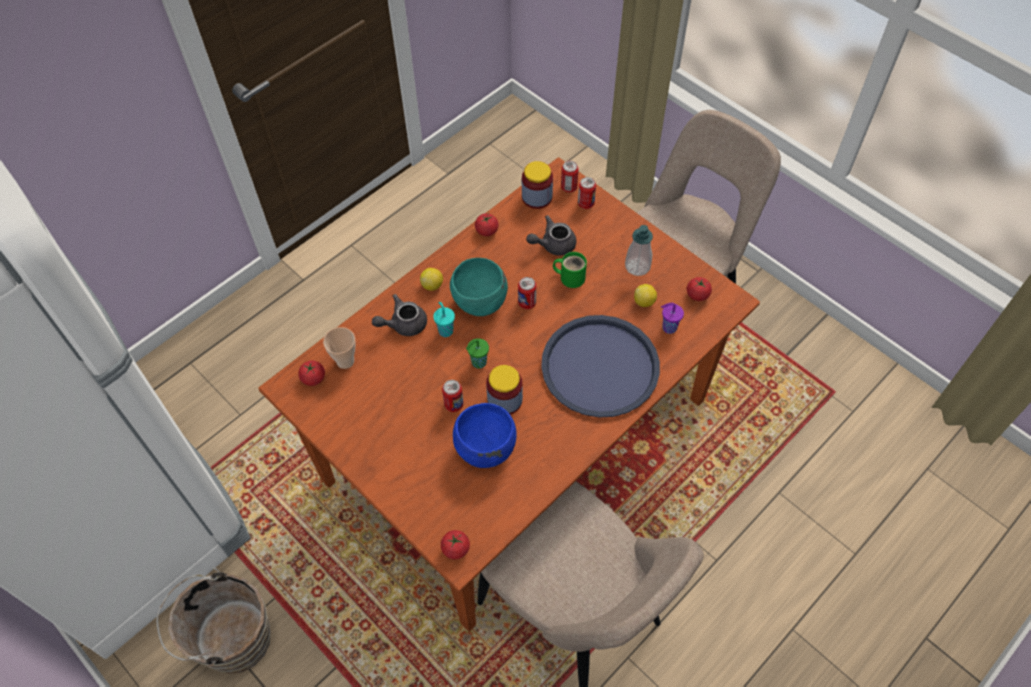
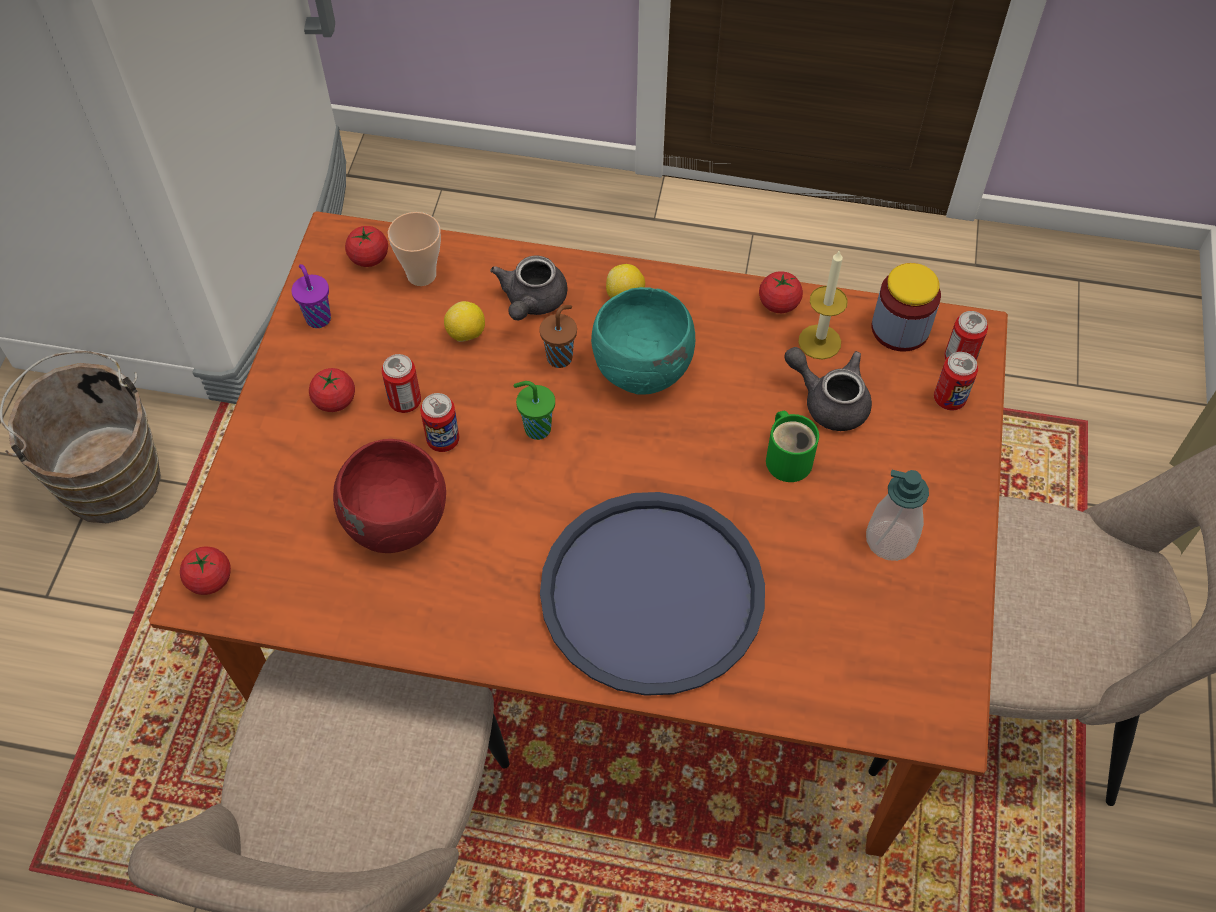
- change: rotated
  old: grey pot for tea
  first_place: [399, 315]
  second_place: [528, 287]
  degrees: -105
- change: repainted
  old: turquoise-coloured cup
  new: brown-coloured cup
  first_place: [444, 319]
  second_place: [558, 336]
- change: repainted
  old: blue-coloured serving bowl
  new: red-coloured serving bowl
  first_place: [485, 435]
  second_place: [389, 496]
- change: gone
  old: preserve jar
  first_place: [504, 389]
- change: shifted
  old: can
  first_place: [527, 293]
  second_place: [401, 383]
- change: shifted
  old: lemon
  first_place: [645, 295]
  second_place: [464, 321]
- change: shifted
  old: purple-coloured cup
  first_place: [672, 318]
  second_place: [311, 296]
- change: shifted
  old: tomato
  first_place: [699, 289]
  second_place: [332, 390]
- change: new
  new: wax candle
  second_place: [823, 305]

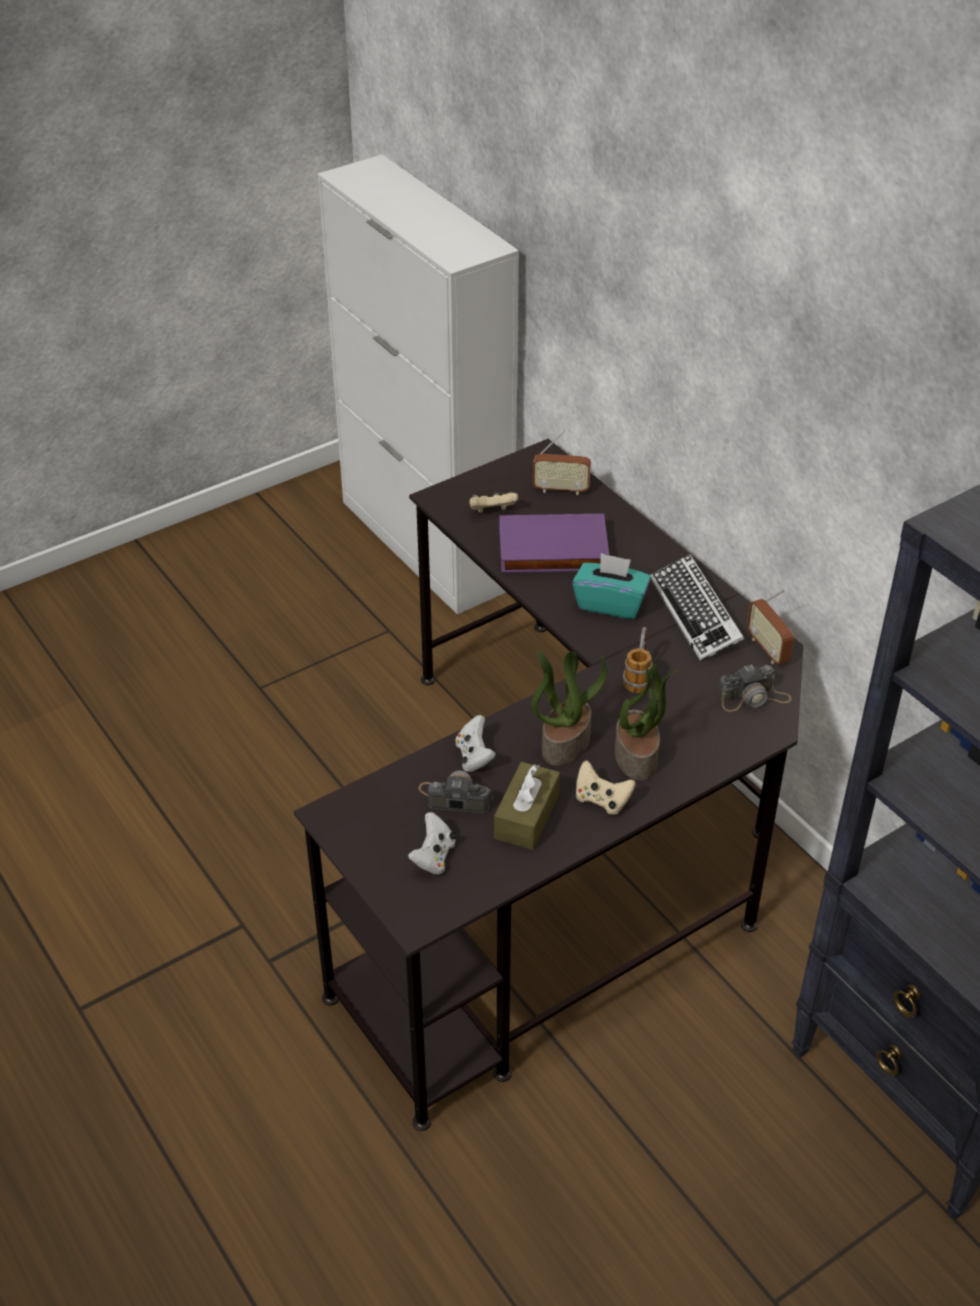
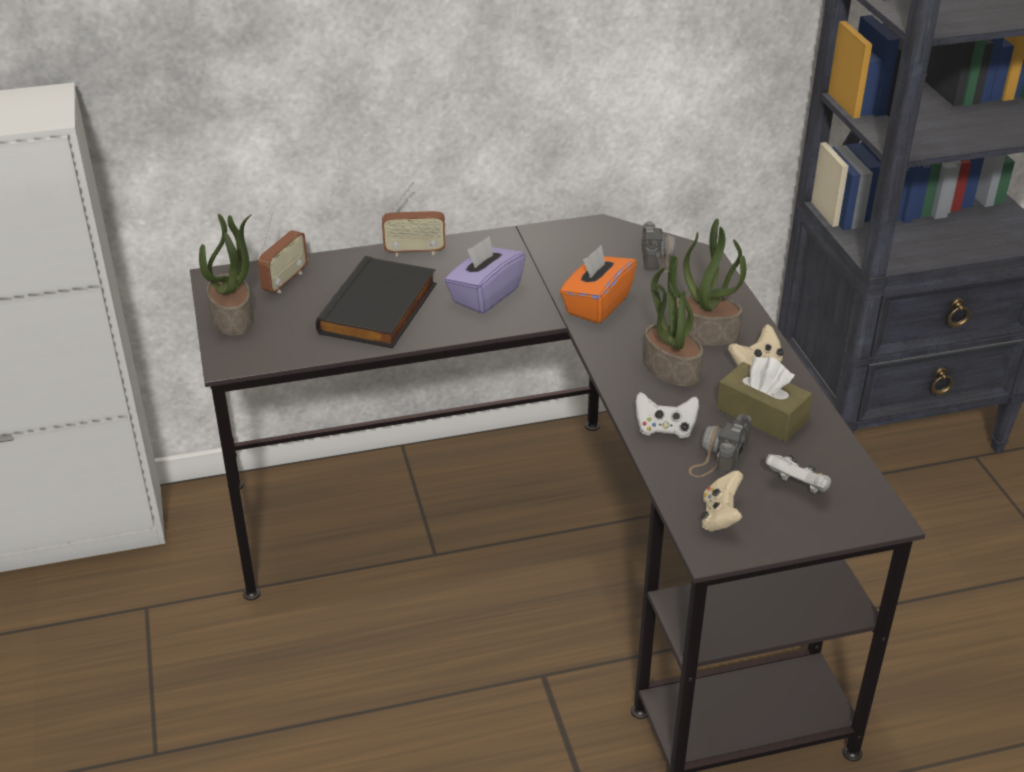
- change: shifted
  old: beige game controller
  first_place: [493, 502]
  second_place: [722, 501]
- change: repainted
  old: purple-coloured bound book
  new: black-coloured bound book
  first_place: [554, 543]
  second_place: [376, 302]
- change: repainted
  old: turquoise-coloured box of tissues
  new: purple-coloured box of tissues
  first_place: [611, 586]
  second_place: [485, 275]
- change: swapped
  old: mug
  new: orange-coloured box of tissues
  first_place: [638, 660]
  second_place: [598, 284]
- change: gone
  old: PC keyboard
  first_place: [697, 608]
- change: shifted
  old: radio receiver
  first_place: [770, 627]
  second_place: [414, 219]
- change: new
  new: plant in a pot
  second_place: [226, 275]

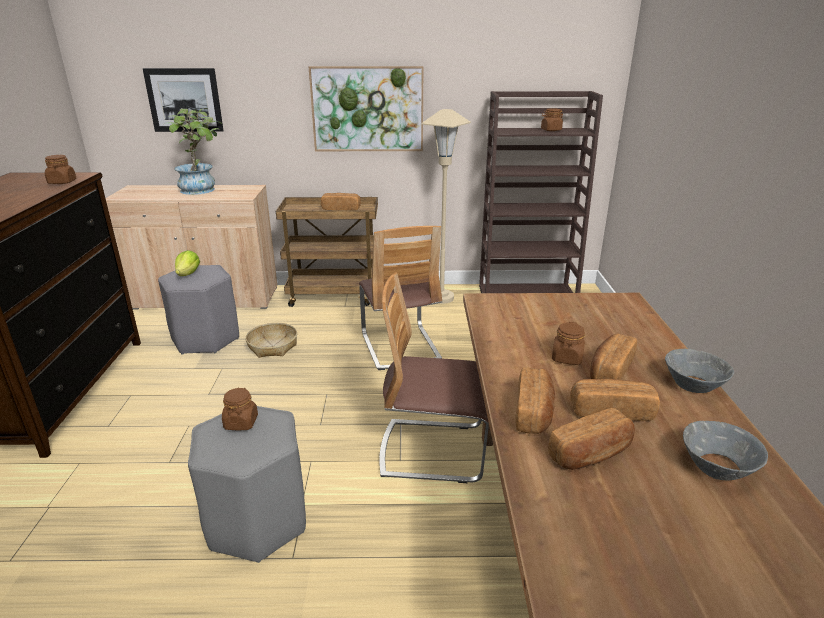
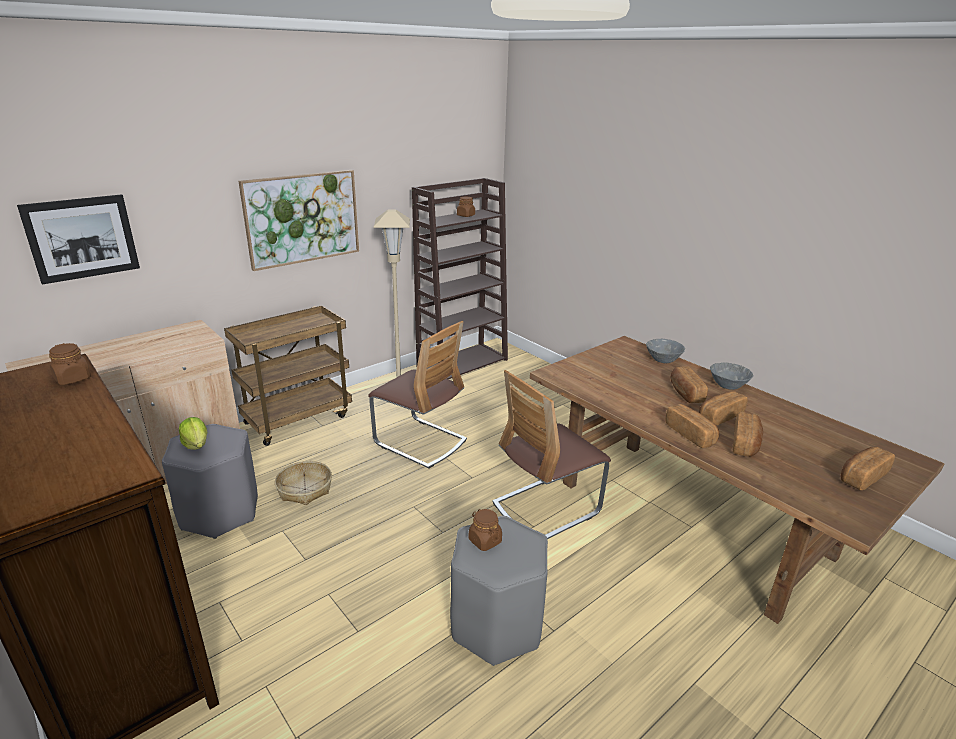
- change: gone
  old: plant in a pot
  first_place: [193, 151]
- change: shifted
  old: bread
  first_place: [341, 201]
  second_place: [867, 468]
- change: gone
  old: brown-coloured preserve jar
  first_place: [568, 343]
- change: shifted
  old: grey serving bowl
  first_place: [725, 451]
  second_place: [665, 351]

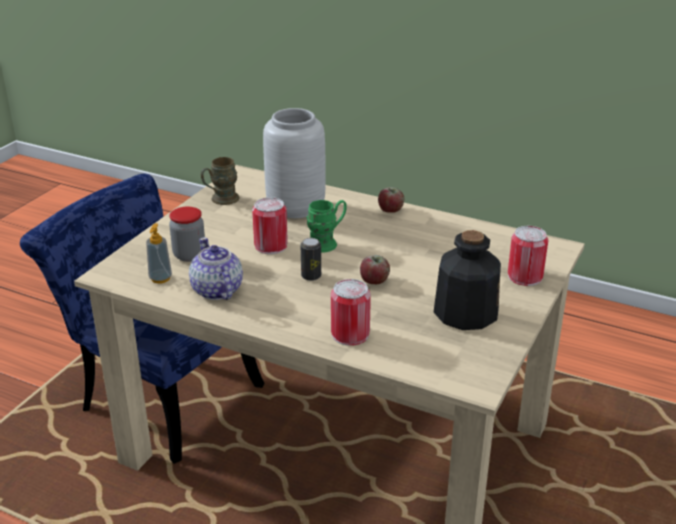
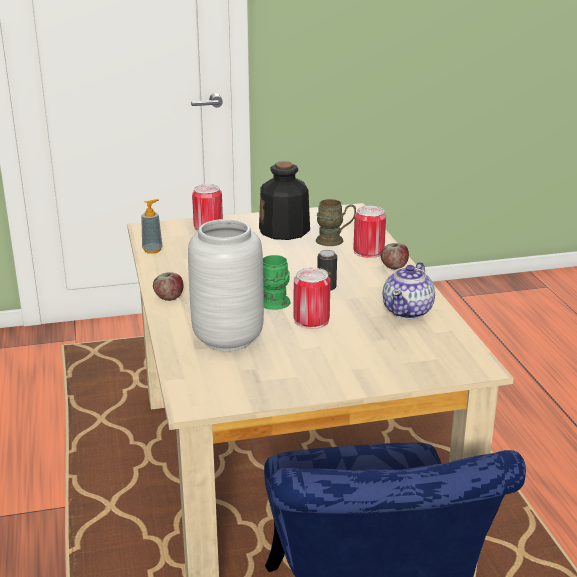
- change: shifted
  old: soap bottle
  first_place: [159, 253]
  second_place: [151, 226]
- change: gone
  old: preserve jar
  first_place: [187, 234]
- change: shifted
  old: brown-coloured mug
  first_place: [220, 181]
  second_place: [336, 222]
- change: shifted
  old: whole apple
  first_place: [375, 269]
  second_place: [395, 256]

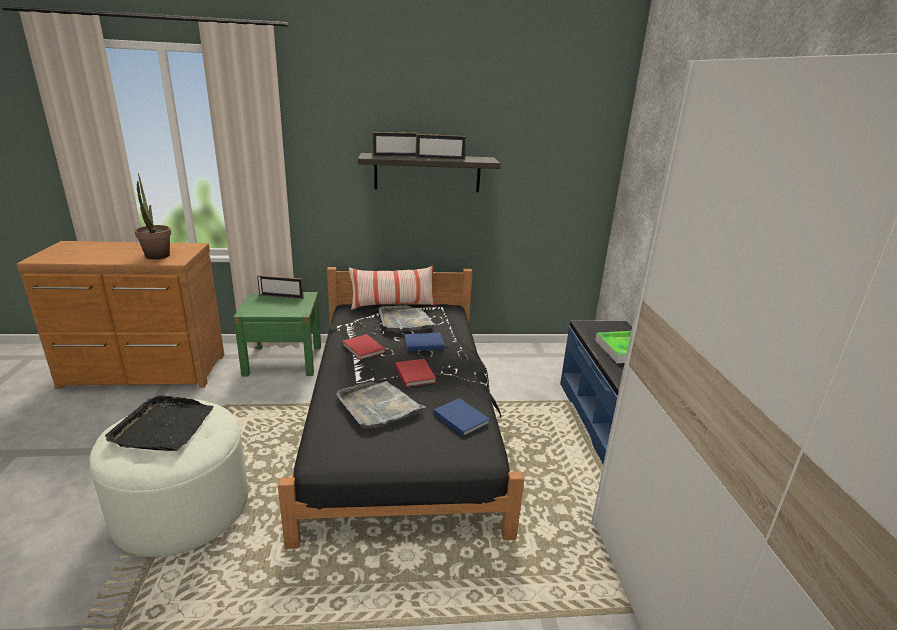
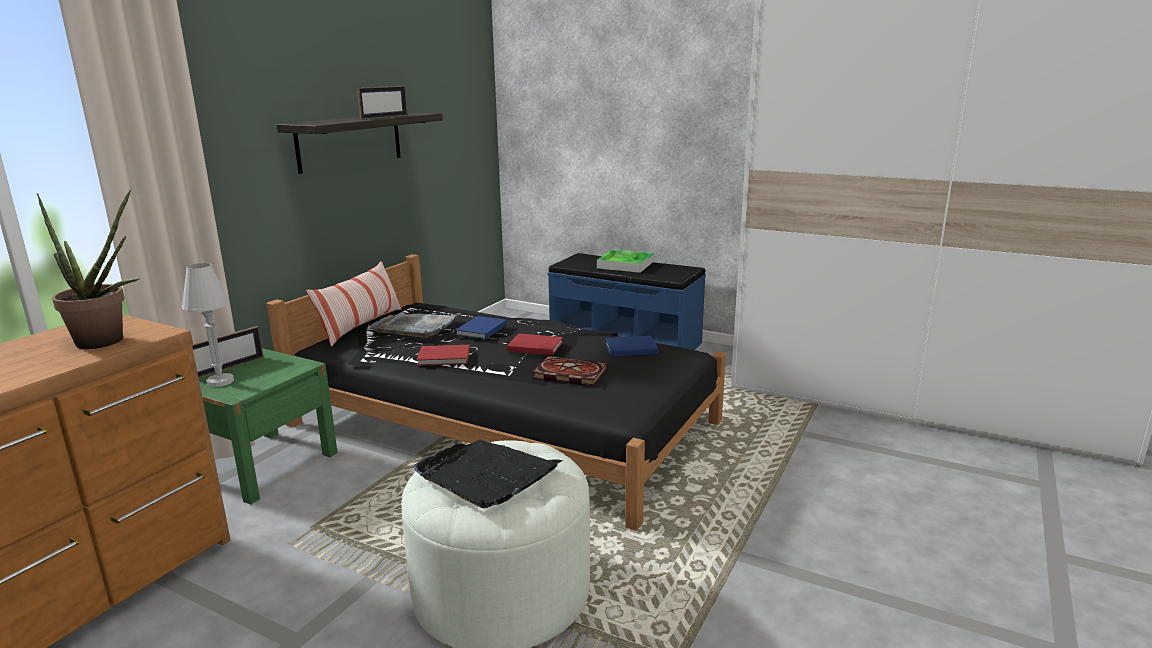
- change: swapped
  old: grey carrying tray
  new: bound book
  first_place: [380, 404]
  second_place: [570, 371]
- change: gone
  old: picture frame
  first_place: [397, 144]
- change: new
  new: white-coloured table lamp
  second_place: [208, 325]

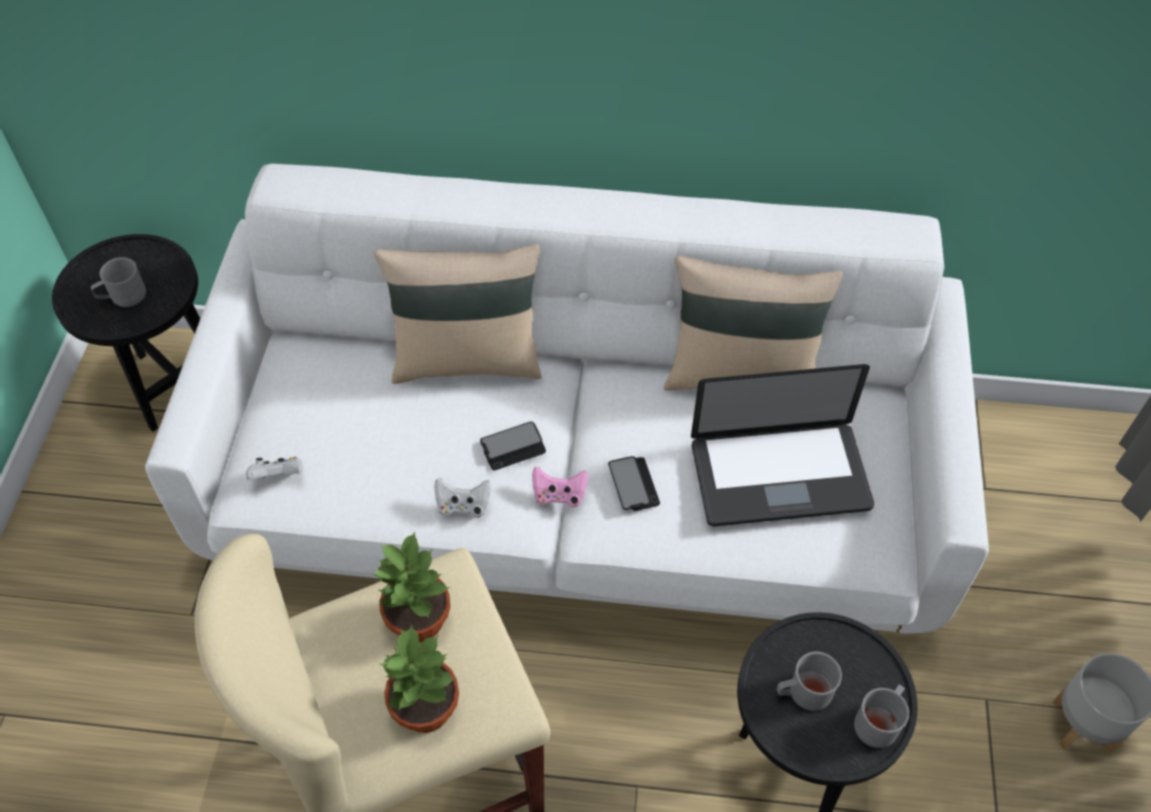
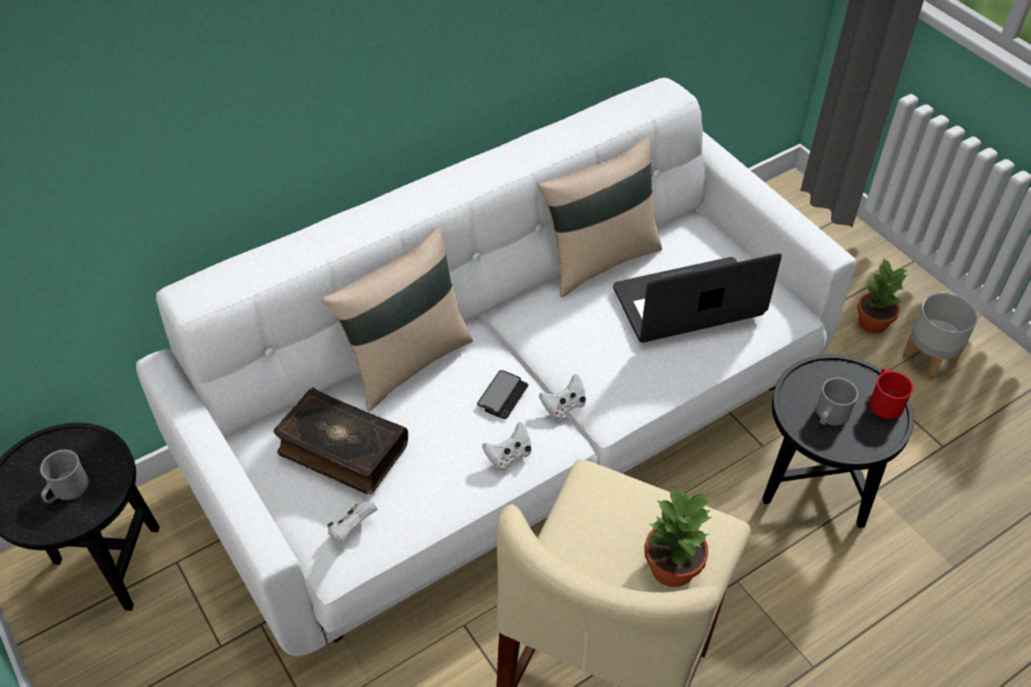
- change: shifted
  old: plant in a pot
  first_place: [412, 587]
  second_place: [882, 296]
- change: repainted
  old: pink game controller
  new: white-coloured game controller
  first_place: [560, 486]
  second_place: [562, 397]
- change: gone
  old: handset
  first_place: [634, 483]
- change: rotated
  old: laptop
  first_place: [782, 445]
  second_place: [697, 298]
  degrees: -150
- change: repainted
  old: grey mug
  new: red-coloured mug
  first_place: [881, 716]
  second_place: [891, 393]
- change: new
  new: bound book
  second_place: [341, 441]

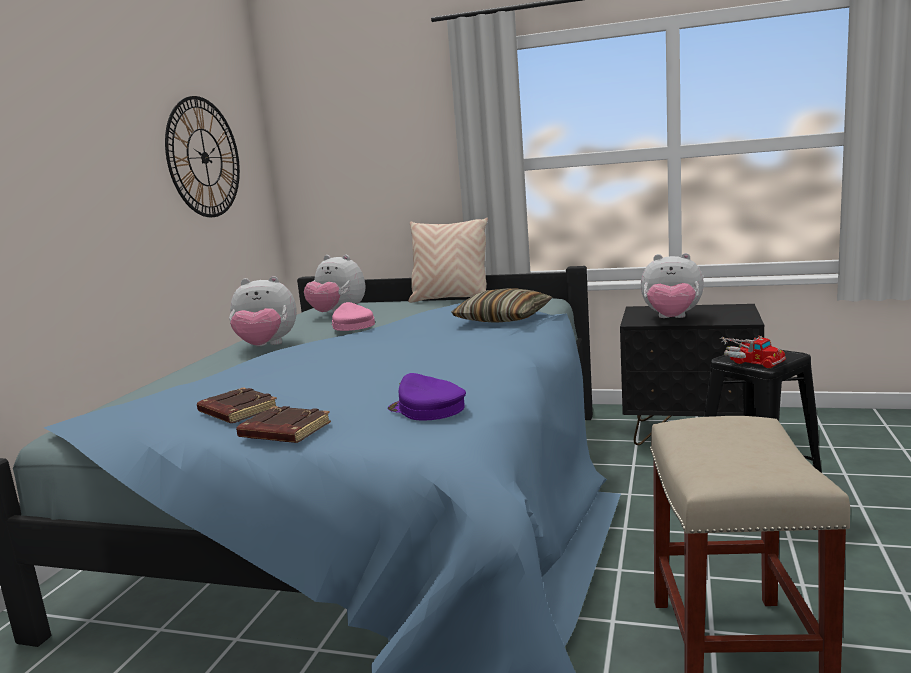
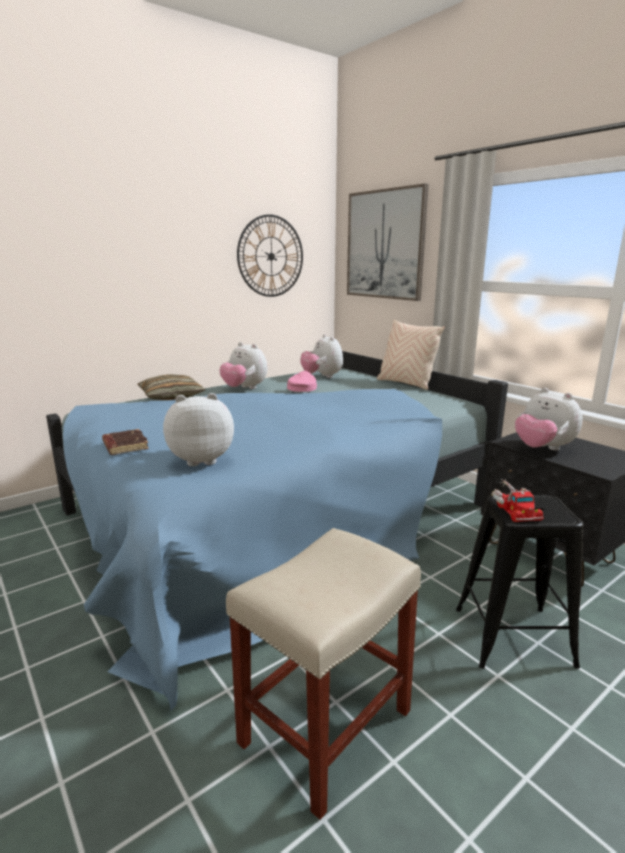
- change: gone
  old: brown-coloured bound book
  first_place: [237, 405]
- change: swapped
  old: purple-coloured peaked cap
  new: cuddly toy
  first_place: [427, 396]
  second_place: [198, 429]
- change: shifted
  old: cushion
  first_place: [502, 305]
  second_place: [171, 387]
- change: new
  new: picture
  second_place: [388, 242]

